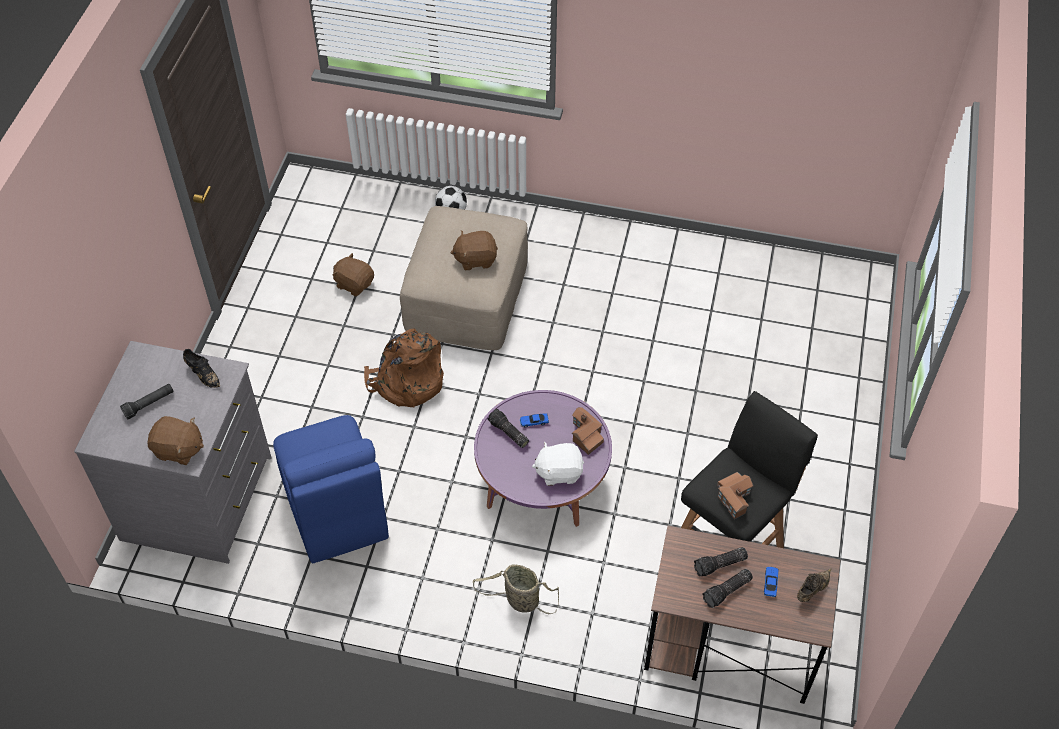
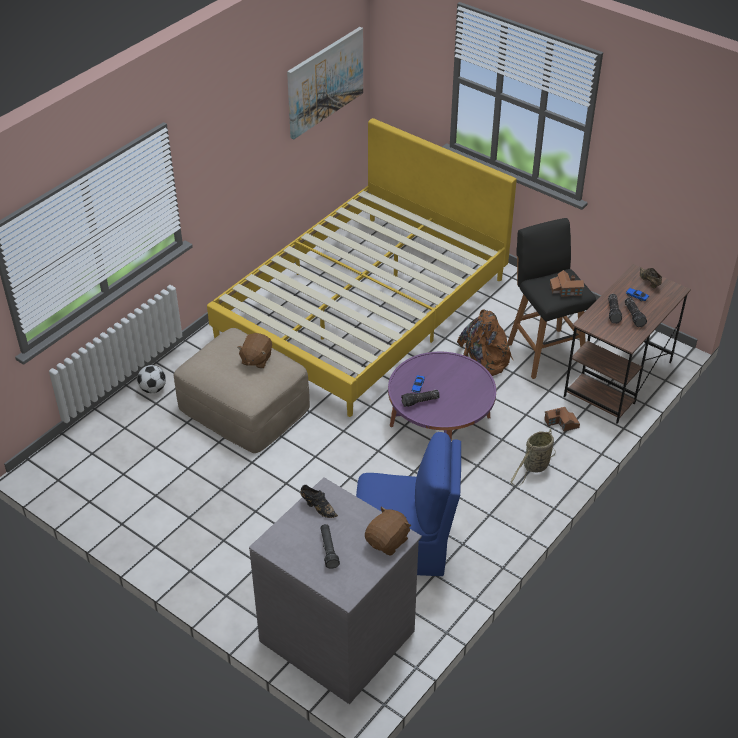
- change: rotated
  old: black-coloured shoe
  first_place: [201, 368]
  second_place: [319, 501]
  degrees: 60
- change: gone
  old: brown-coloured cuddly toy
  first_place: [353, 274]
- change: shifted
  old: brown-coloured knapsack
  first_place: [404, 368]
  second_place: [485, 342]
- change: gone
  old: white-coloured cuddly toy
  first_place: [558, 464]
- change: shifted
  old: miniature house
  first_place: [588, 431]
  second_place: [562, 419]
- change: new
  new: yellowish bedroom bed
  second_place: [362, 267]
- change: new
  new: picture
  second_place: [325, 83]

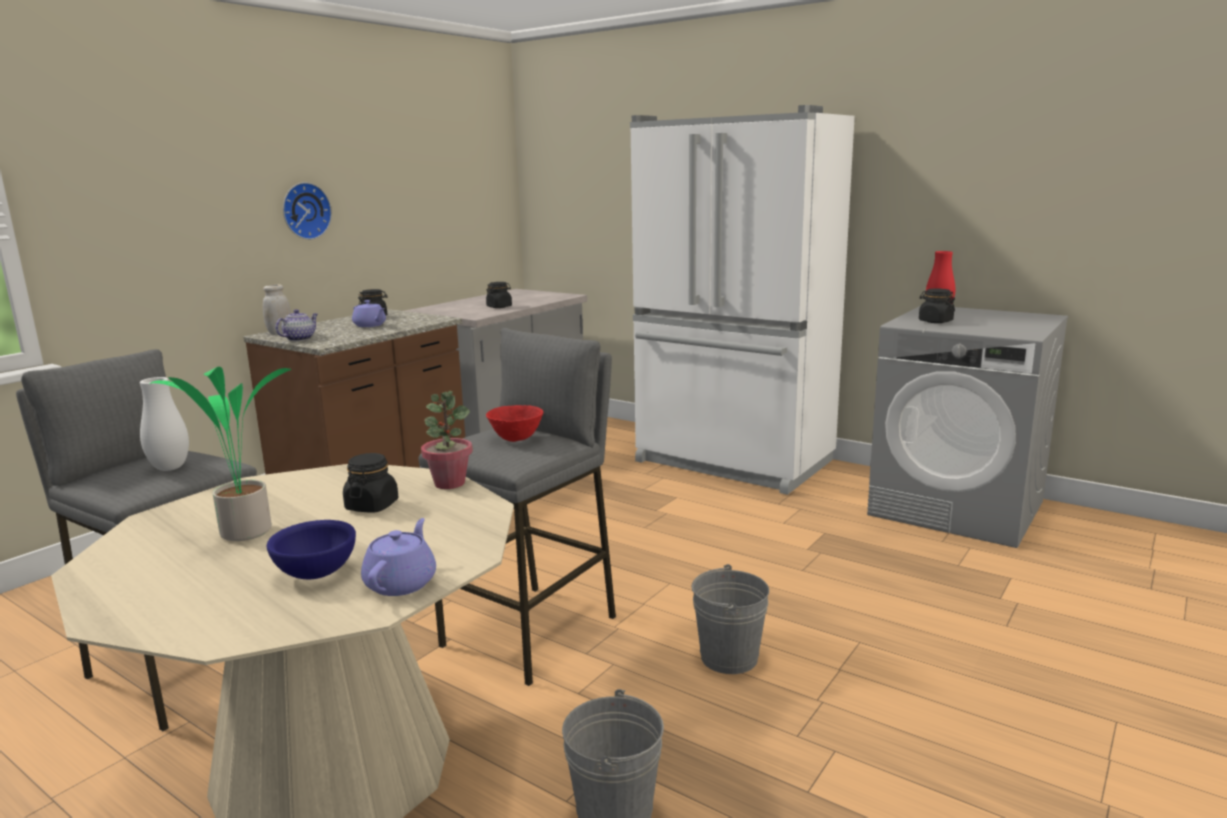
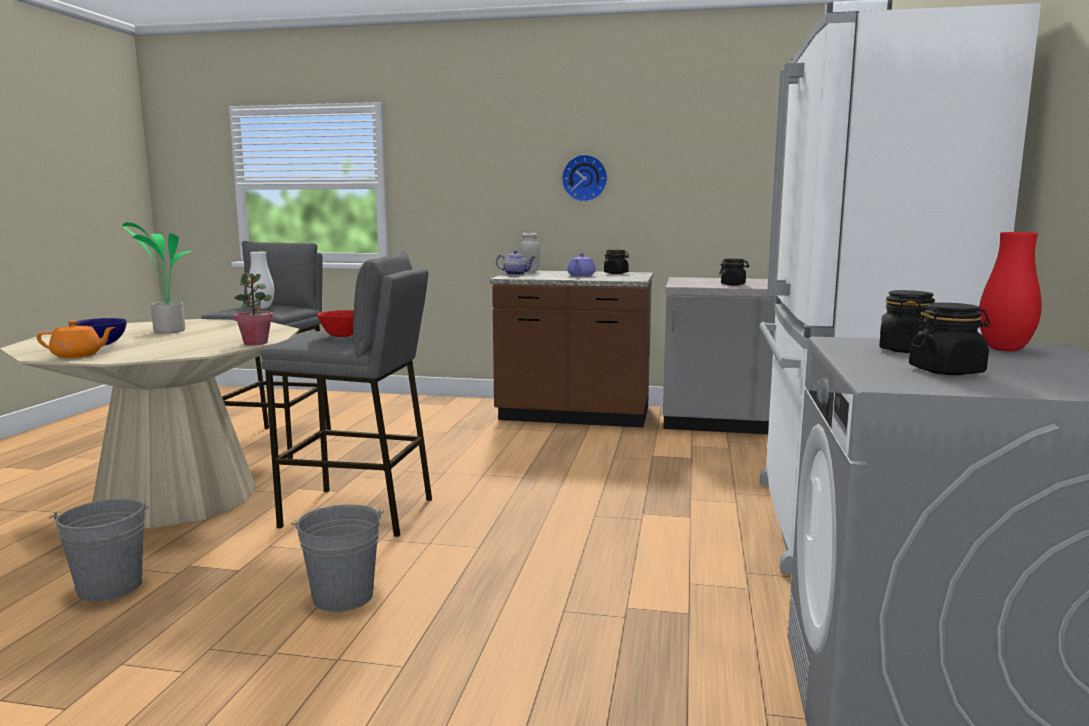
- change: shifted
  old: black-coloured preserve jar
  first_place: [370, 482]
  second_place: [949, 339]
- change: repainted
  old: purple-coloured pot for tea
  new: orange-coloured pot for tea
  first_place: [398, 557]
  second_place: [75, 339]

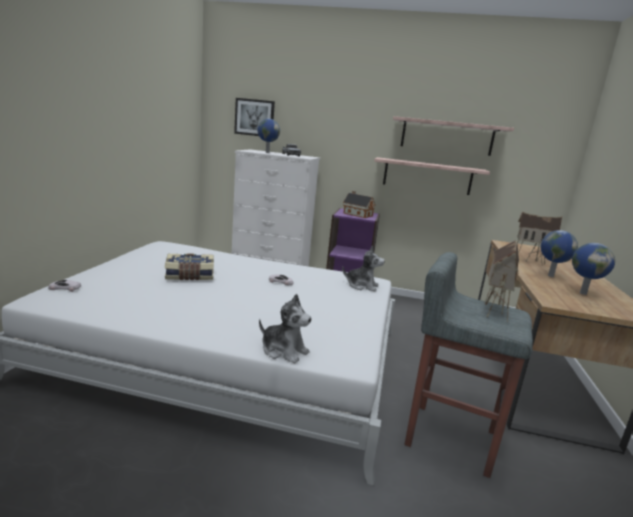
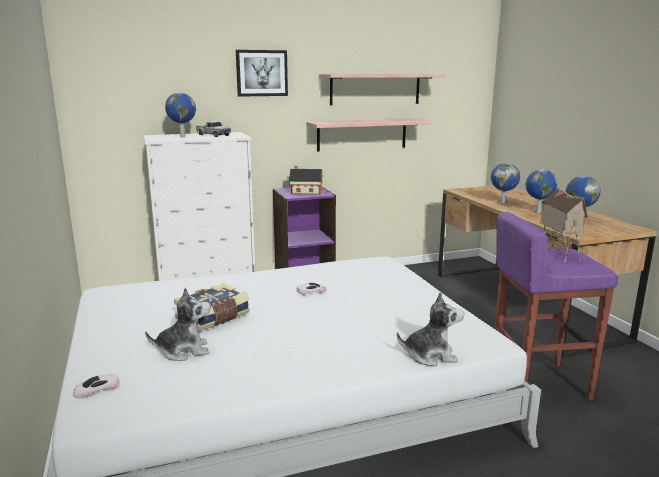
- change: shifted
  old: picture
  first_place: [254, 117]
  second_place: [262, 73]
- change: shifted
  old: cuddly toy
  first_place: [363, 268]
  second_place: [178, 324]
- change: repainted
  old: grey stool
  new: purple-coloured stool
  first_place: [468, 365]
  second_place: [556, 306]
- change: swapped
  old: miniature house
  new: world globe
  first_place: [540, 239]
  second_place: [505, 183]

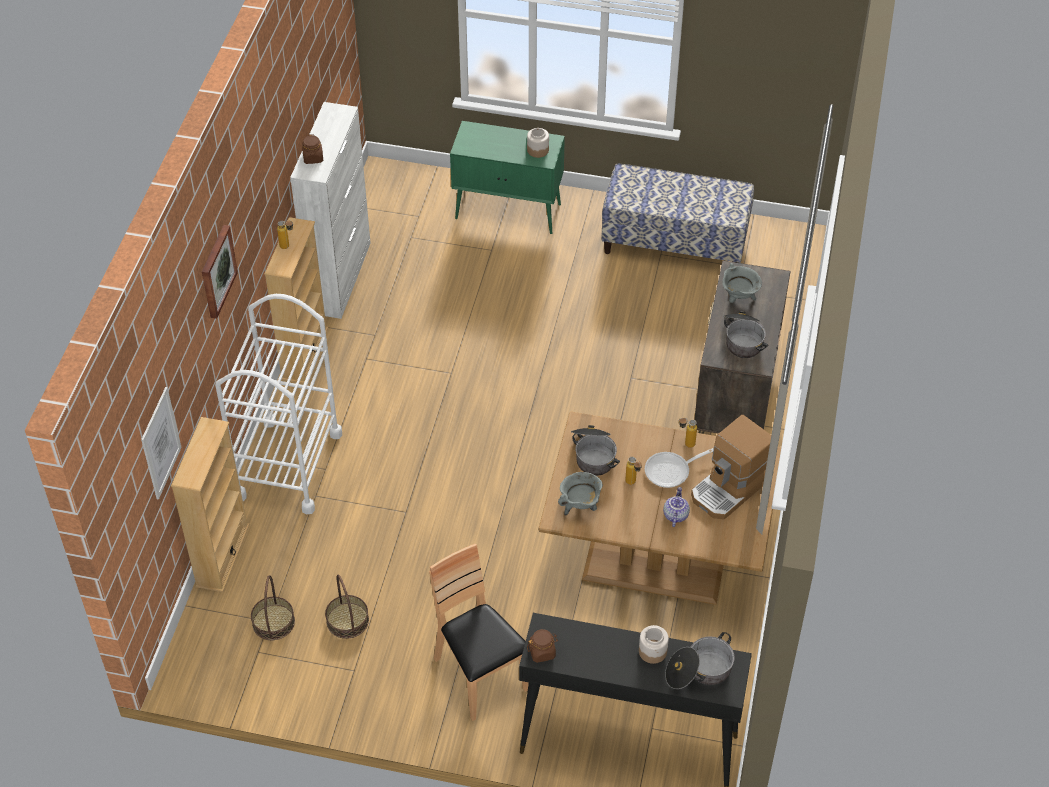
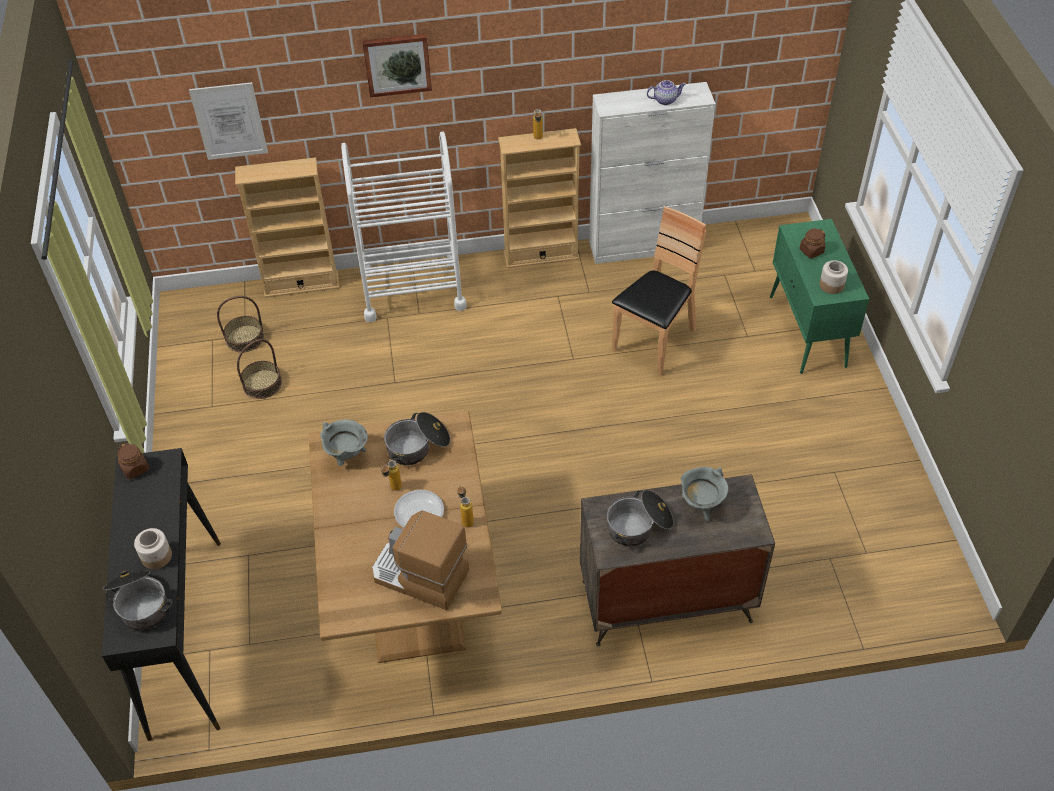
- change: shifted
  old: brown-coloured preserve jar
  first_place: [312, 149]
  second_place: [812, 243]
- change: shifted
  old: brown-coloured chair
  first_place: [478, 632]
  second_place: [659, 290]
- change: gone
  old: bench
  first_place: [677, 213]
- change: shifted
  old: pot for tea
  first_place: [676, 507]
  second_place: [666, 92]

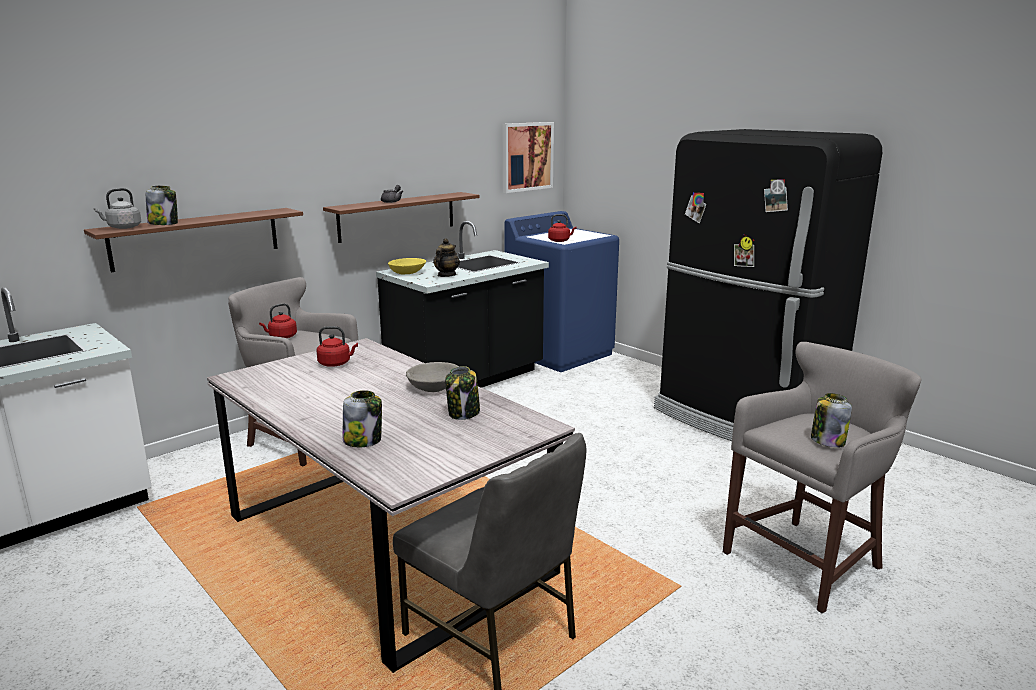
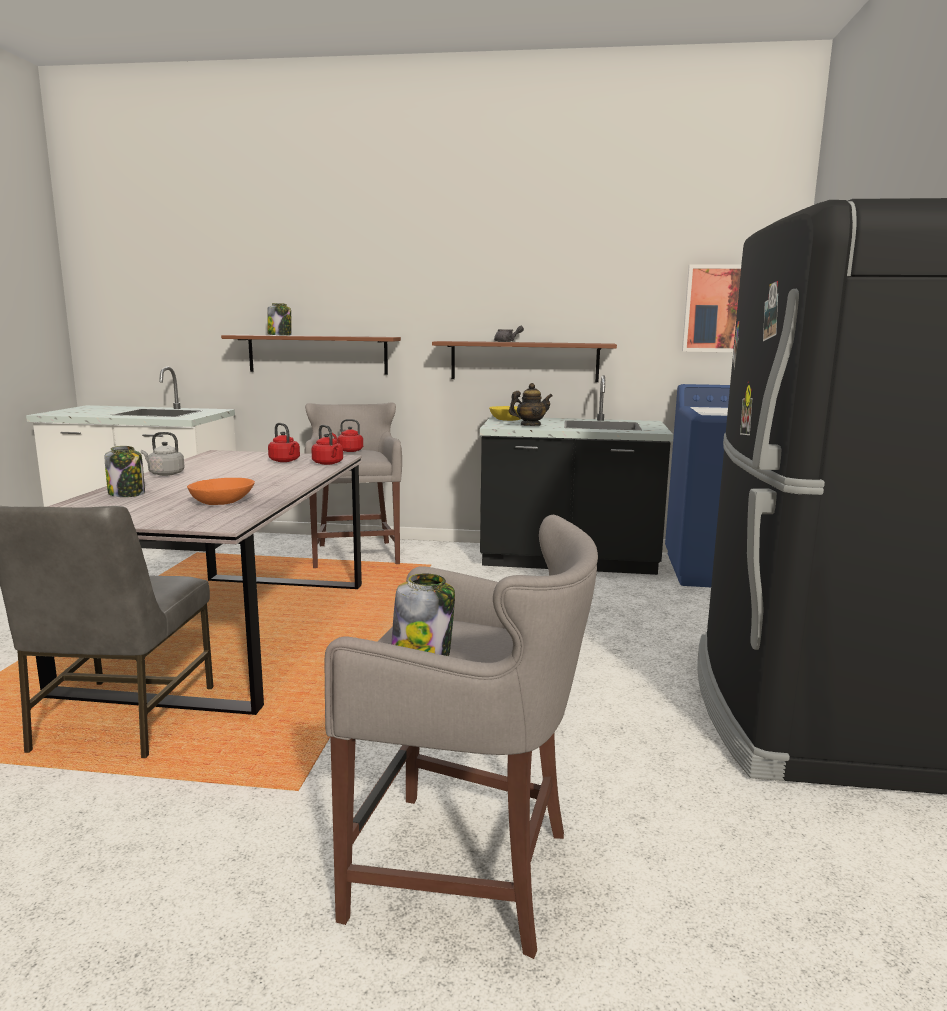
- change: shifted
  old: grey kettle
  first_place: [117, 208]
  second_place: [163, 454]
- change: gone
  old: grey serving bowl
  first_place: [432, 377]
- change: swapped
  old: preserve jar
  new: orange-coloured serving bowl
  first_place: [462, 393]
  second_place: [221, 491]
- change: shifted
  old: red-coloured kettle
  first_place: [562, 228]
  second_place: [327, 445]

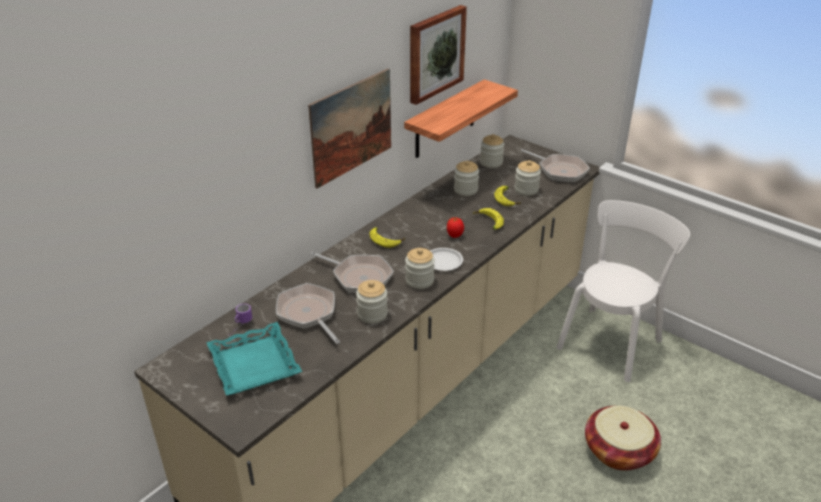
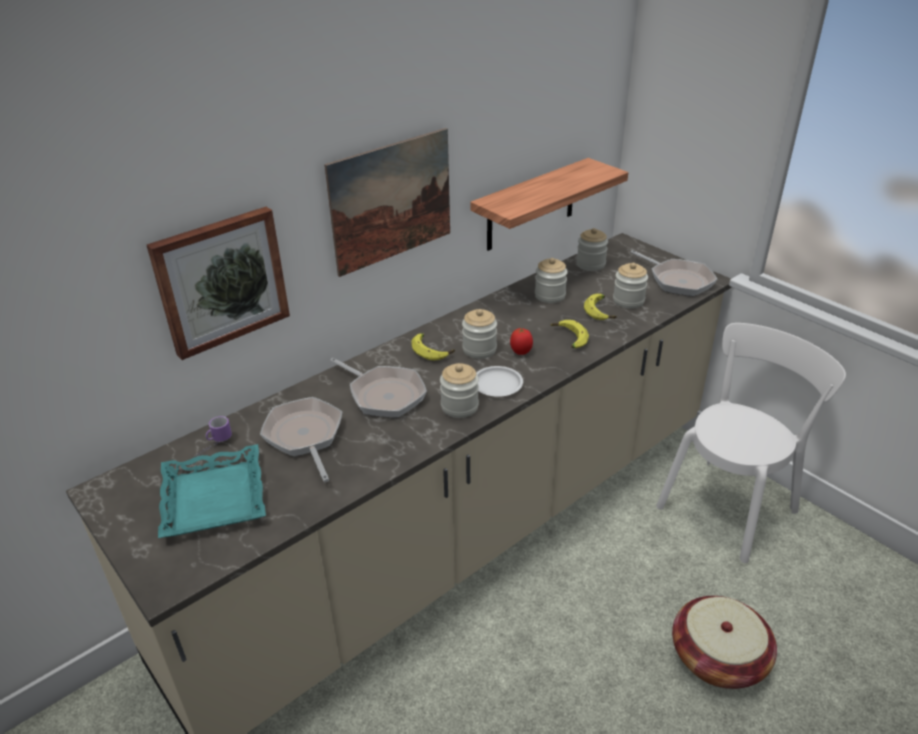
- change: shifted
  old: preserve jar
  first_place: [372, 302]
  second_place: [479, 334]
- change: shifted
  old: picture
  first_place: [438, 55]
  second_place: [218, 283]

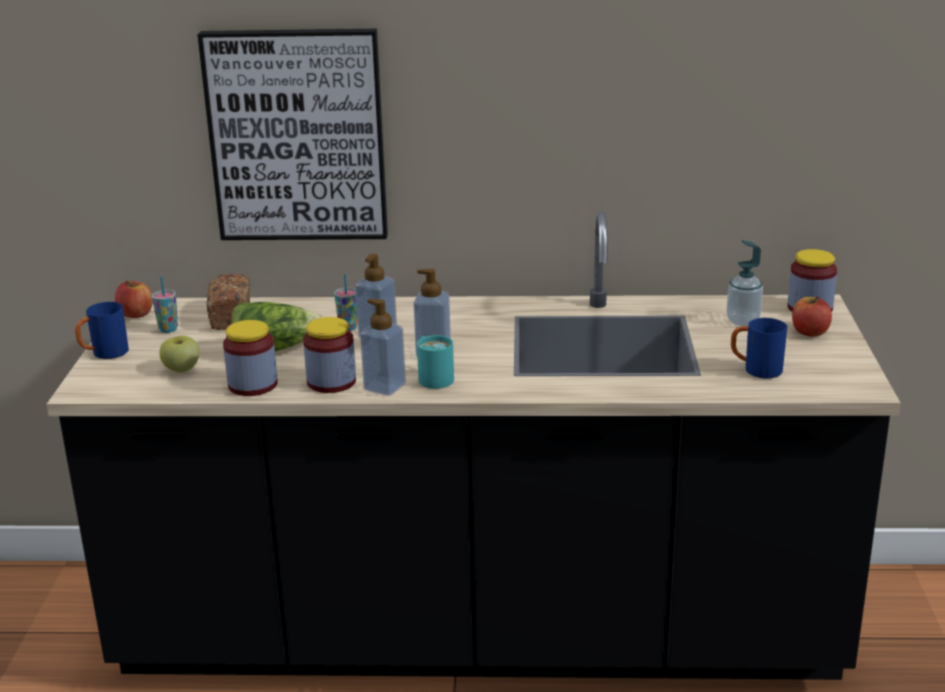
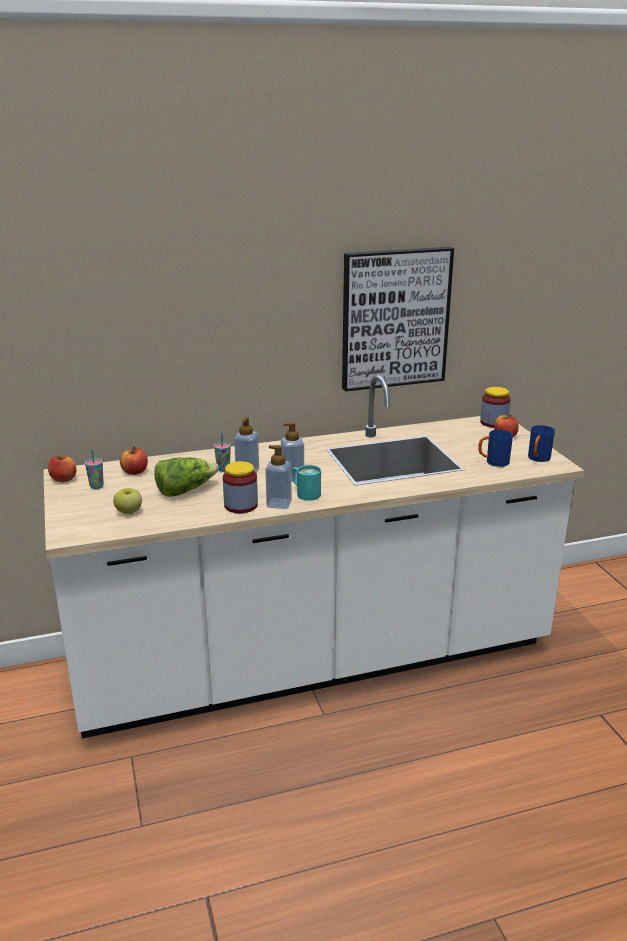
- change: repainted
  old: black-coloured kitchen base unit
  new: white-coloured kitchen base unit
  first_place: [474, 445]
  second_place: [313, 557]
- change: shifted
  old: blue-coloured mug
  first_place: [102, 330]
  second_place: [541, 443]
- change: shifted
  old: picture
  first_place: [292, 134]
  second_place: [398, 319]
- change: swapped
  old: bread
  new: whole apple
  first_place: [228, 302]
  second_place: [134, 461]
- change: gone
  old: preserve jar
  first_place: [250, 358]
- change: gone
  old: soap bottle
  first_place: [744, 283]

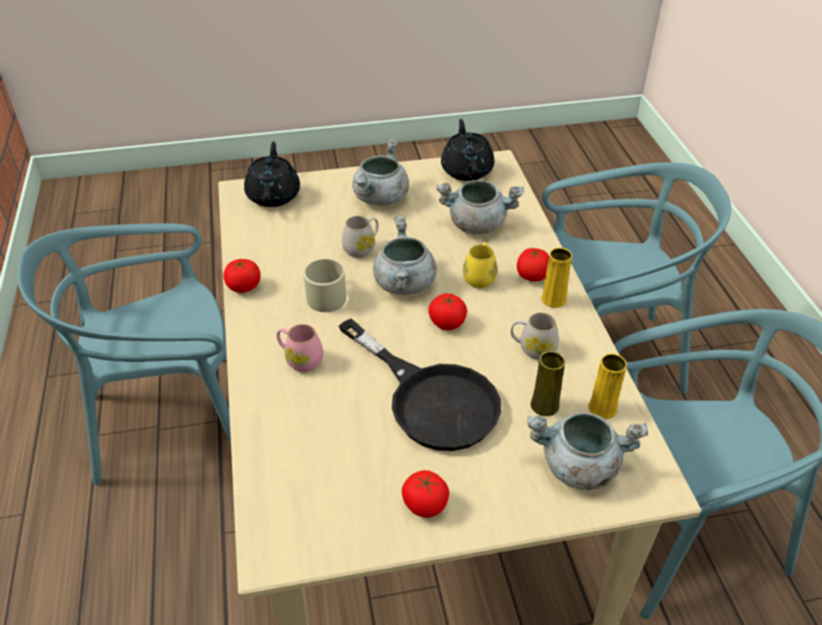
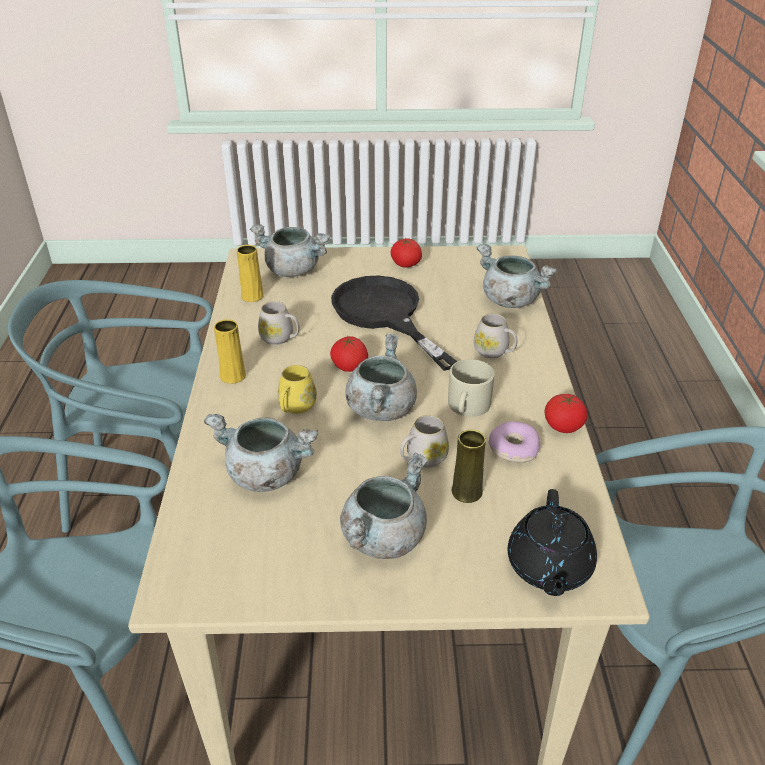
- change: repainted
  old: pink mug
  new: white-coloured mug
  first_place: [300, 348]
  second_place: [496, 336]
- change: gone
  old: black-coloured pot for tea
  first_place: [467, 150]
- change: gone
  old: tomato
  first_place: [533, 265]
- change: shifted
  old: yellowish vase
  first_place: [548, 383]
  second_place: [469, 466]
- change: new
  new: grey stockpot
  second_place: [516, 276]
- change: new
  new: ring doughnut
  second_place: [514, 442]

